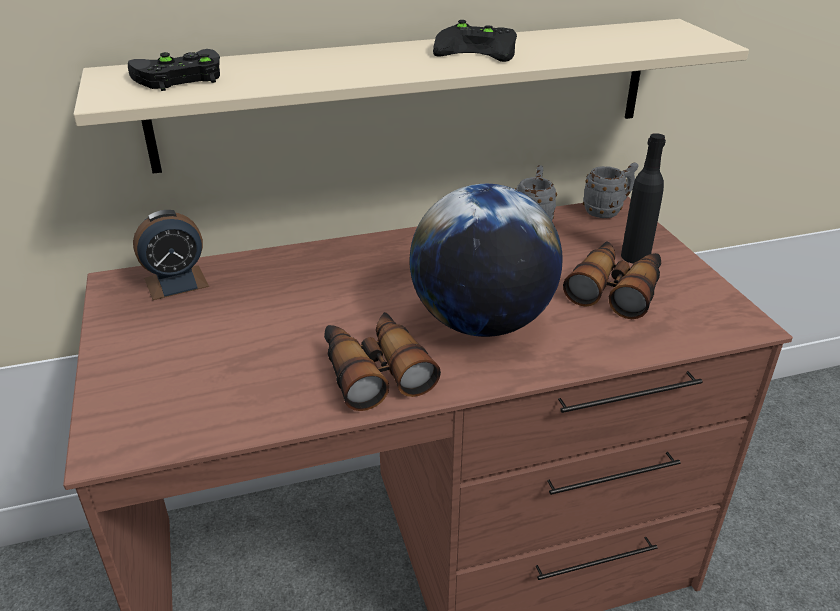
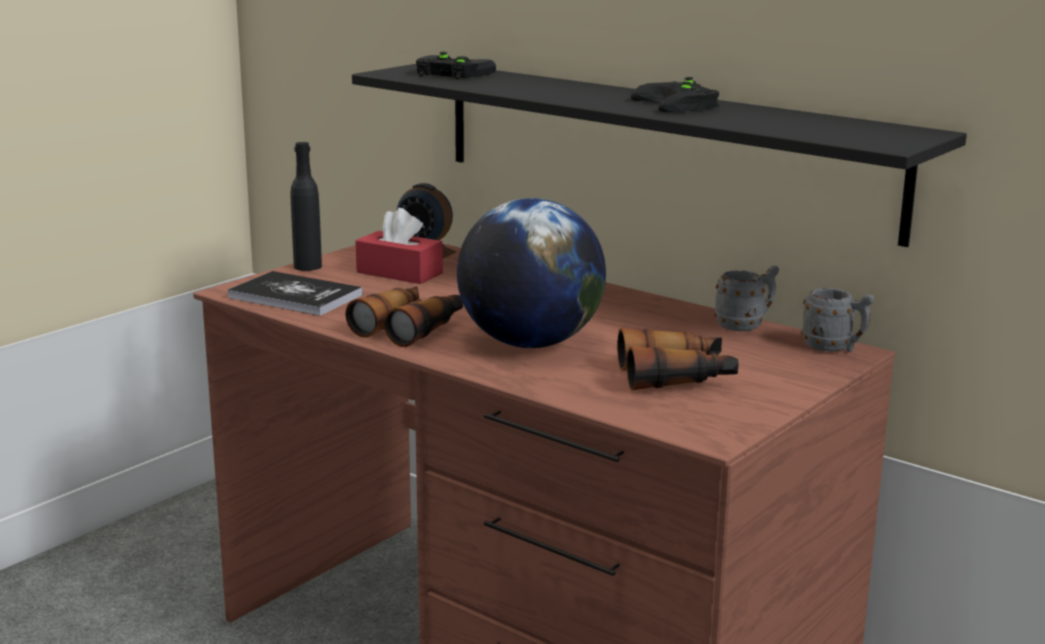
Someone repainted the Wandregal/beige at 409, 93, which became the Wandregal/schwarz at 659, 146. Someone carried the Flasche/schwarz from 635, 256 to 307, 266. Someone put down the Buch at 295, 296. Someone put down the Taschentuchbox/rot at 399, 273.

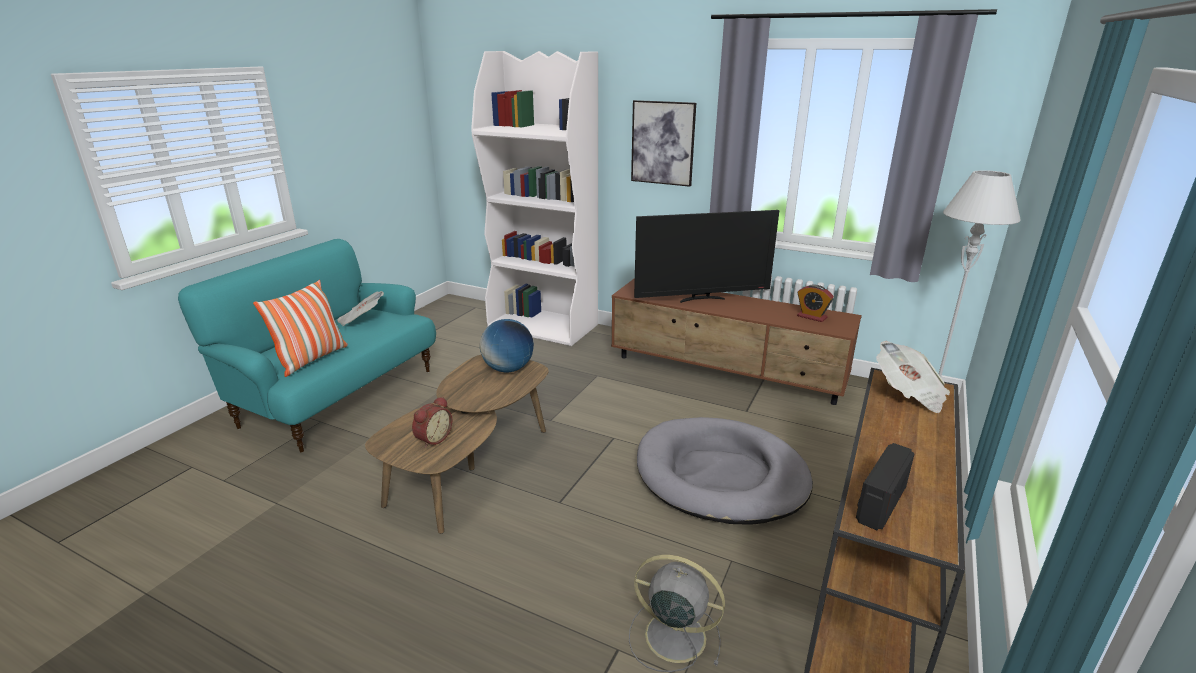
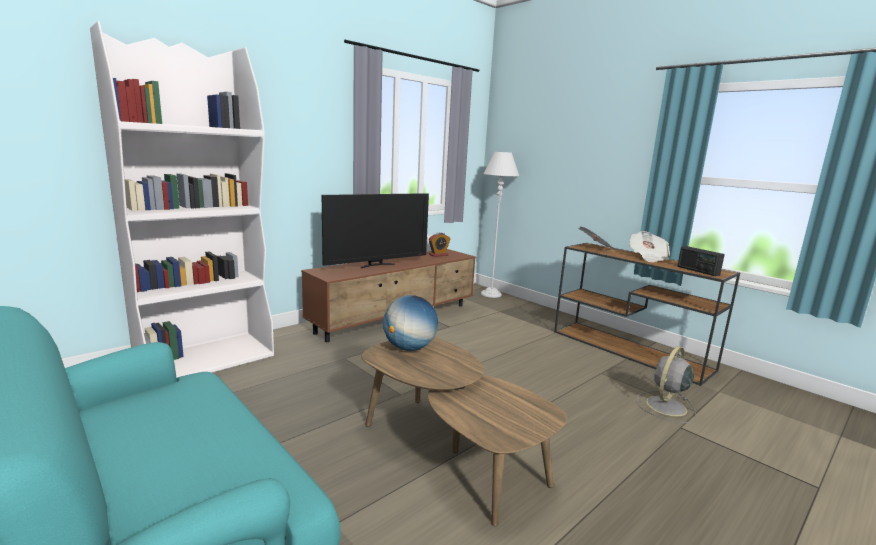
Someone took away the Kissen at 311, 359. Someone carried the Zeitung from 361, 320 to 647, 258. Someone took away the Wecker at 432, 439. Someone took away the Bild at 663, 143. Someone rotated the Fernseher at 701, 299 by 45 degrees clockwise. Someone took away the Hundebett/grau at 720, 475.

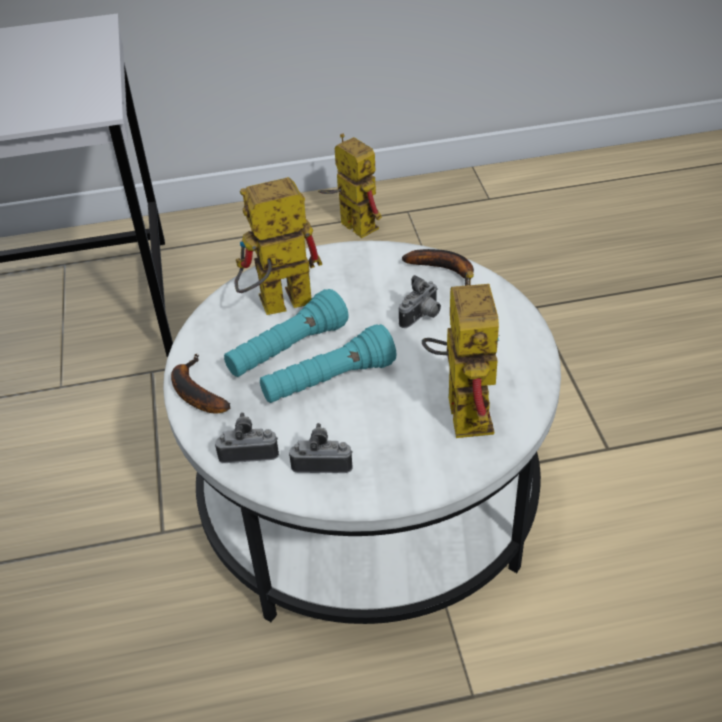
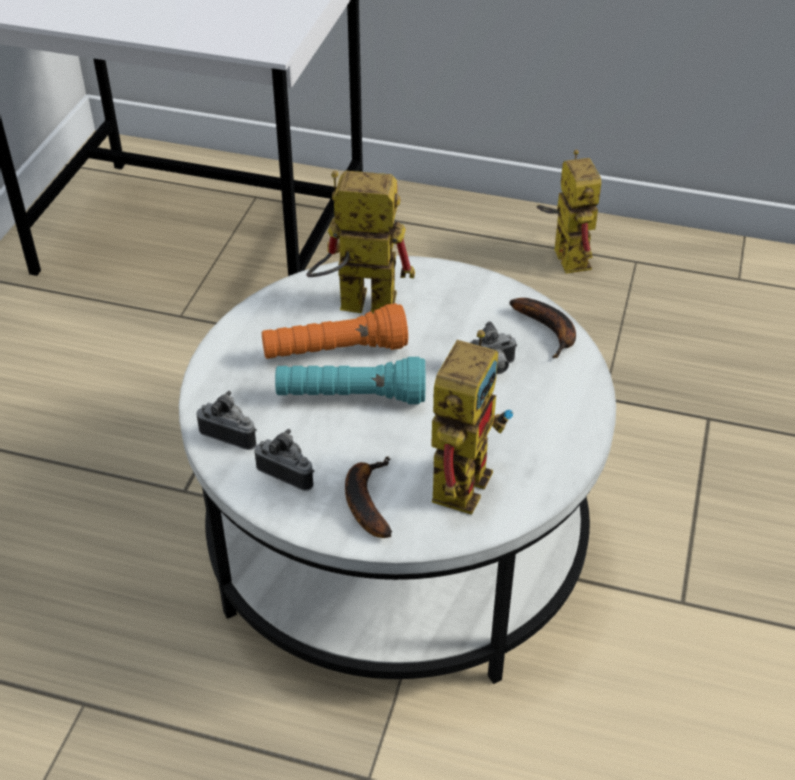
Someone carried the Banane from 194, 392 to 365, 500. Someone repainted the Taschenlampe/türkis at 287, 350, which became the Taschenlampe/orange at 335, 352.

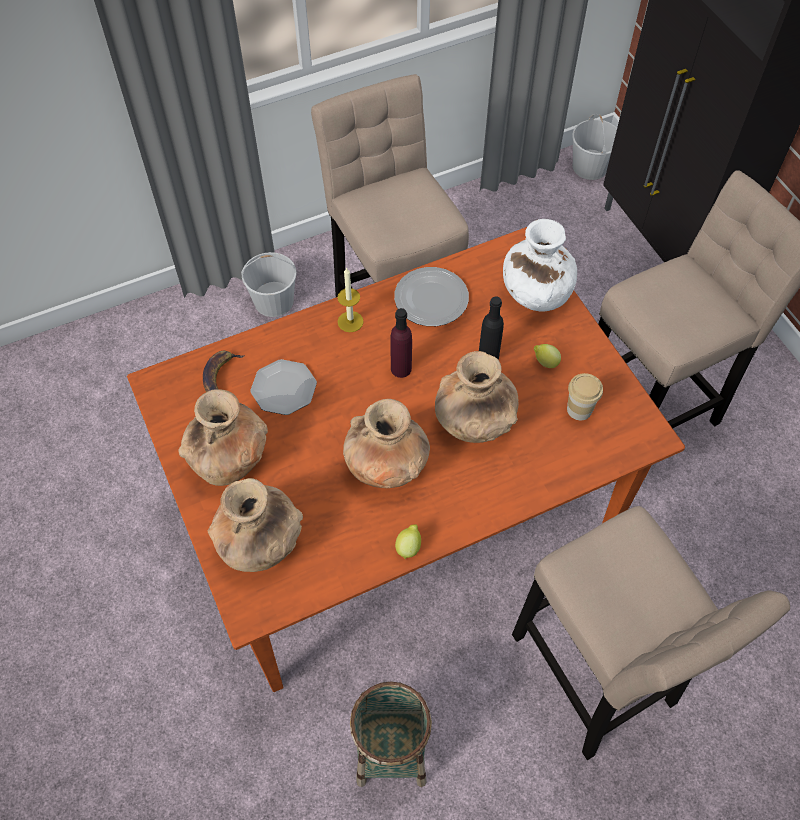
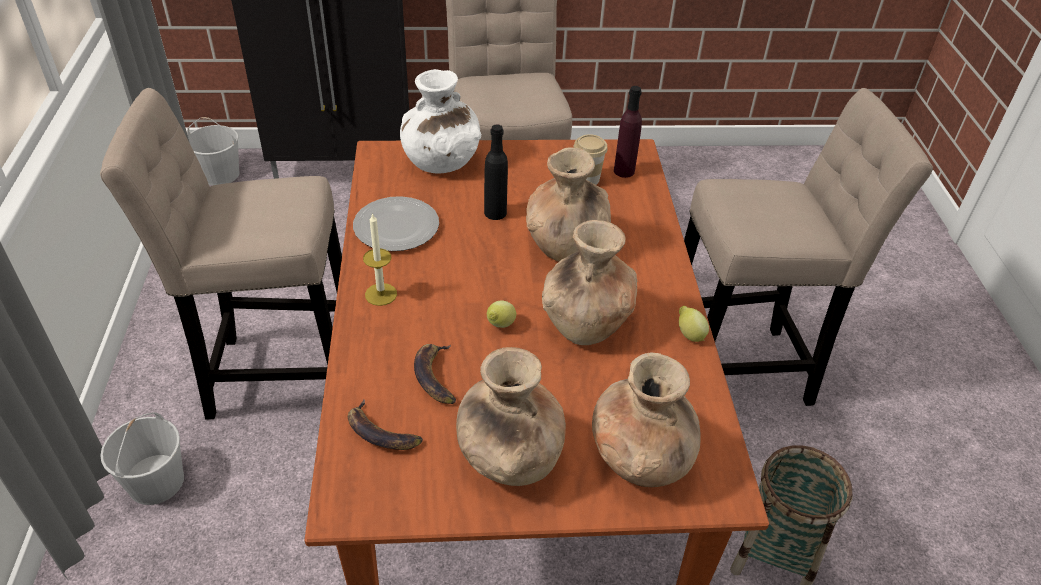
Someone swapped the Teller at 284, 388 for the Banane at 435, 376. Someone carried the Flasche/lila from 401, 369 to 624, 171. Someone carried the Zitrone from 545, 362 to 500, 325.

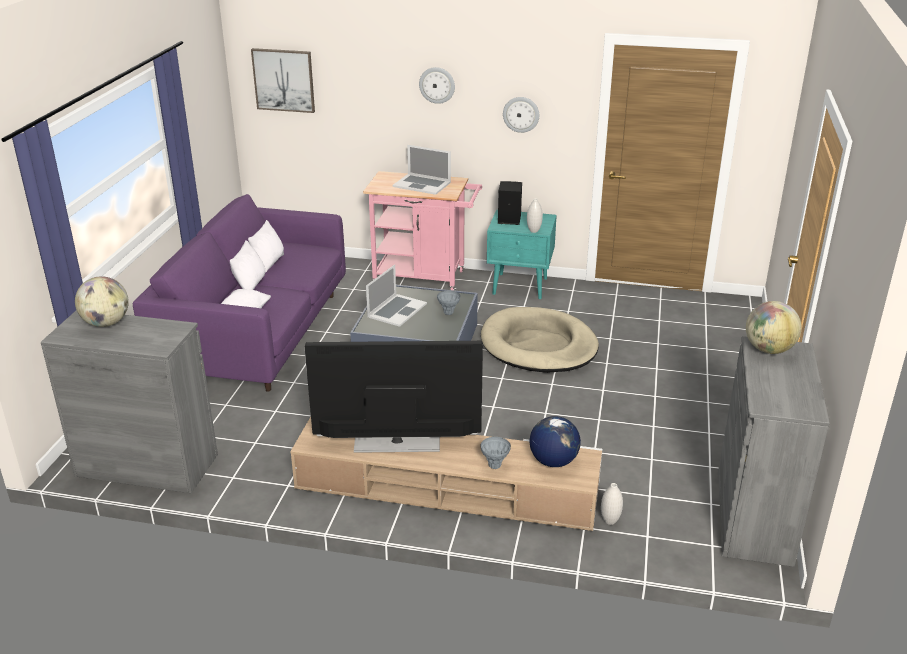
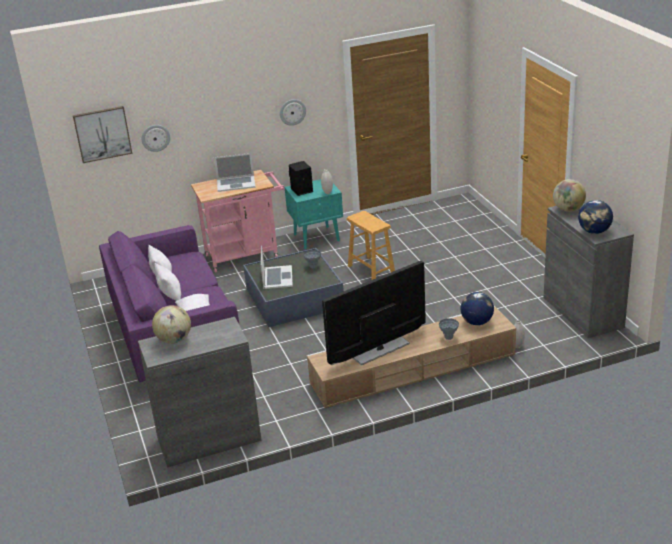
Someone carried the Wanduhr from 437, 85 to 155, 137. Someone swapped the Hundebett/beige at 538, 345 for the Hocker/braun at 371, 269. Someone put down the Globus at 594, 231.

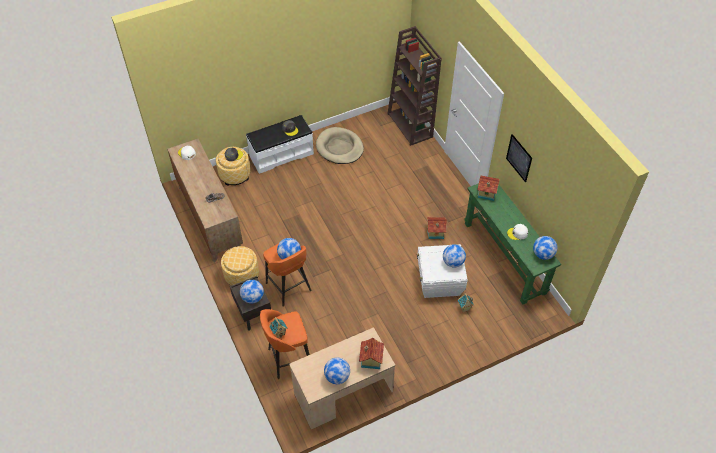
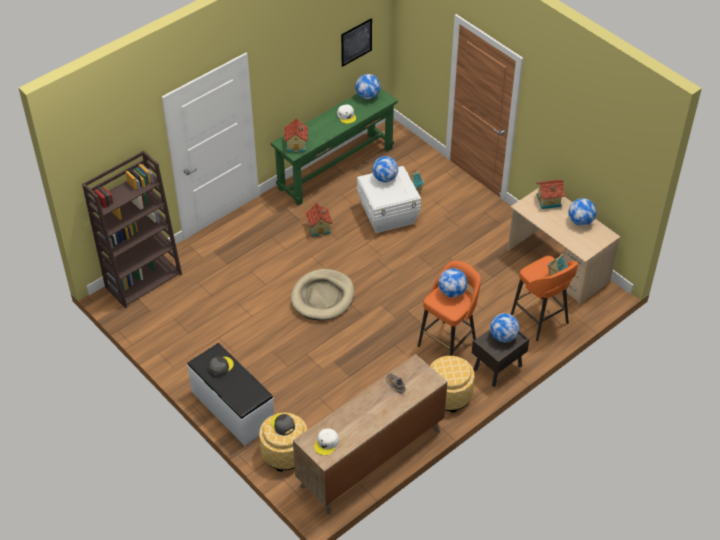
Someone carried the Hundebett/beige from 339, 147 to 323, 297. Someone carried the Bild from 519, 158 to 356, 42.

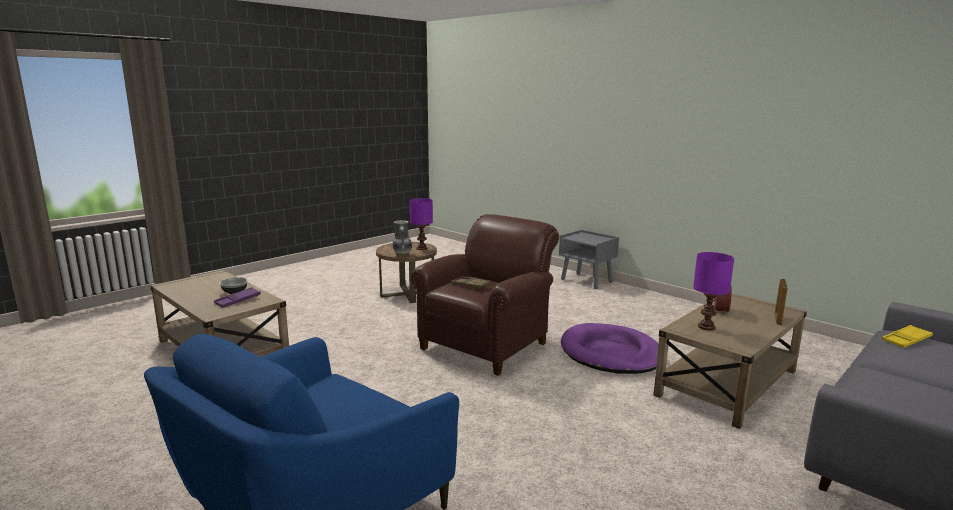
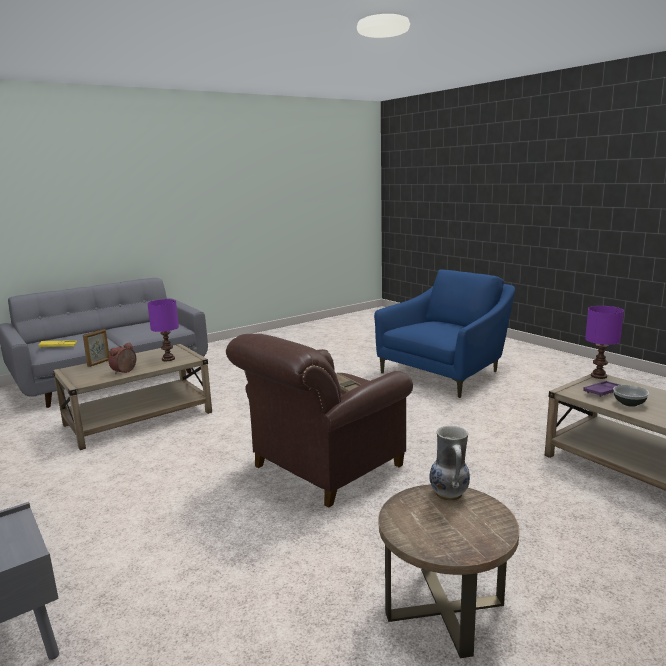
Someone carried the Tischlampe/lila from 422, 248 to 599, 376. Someone took away the Hundebett/lila at 611, 353.

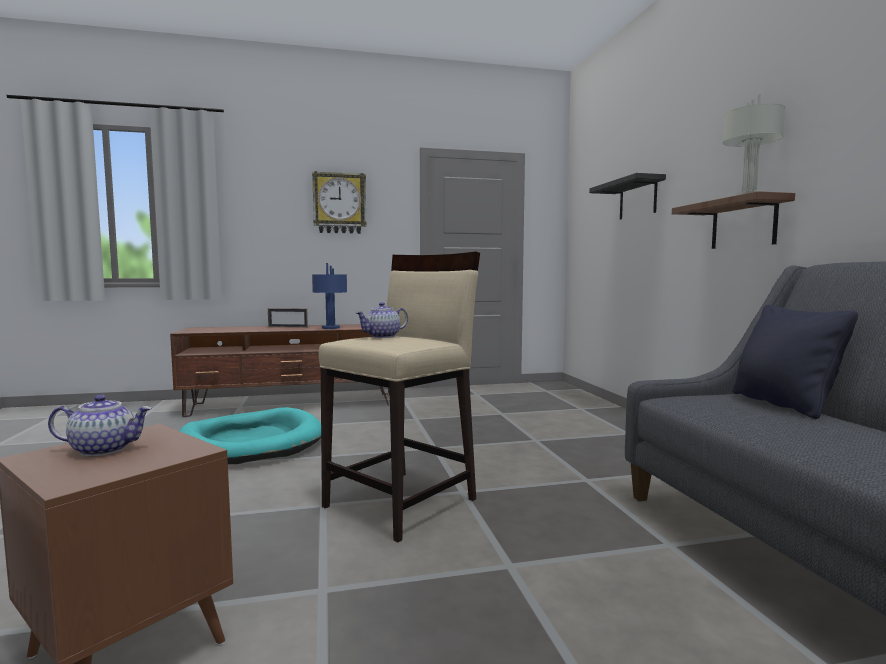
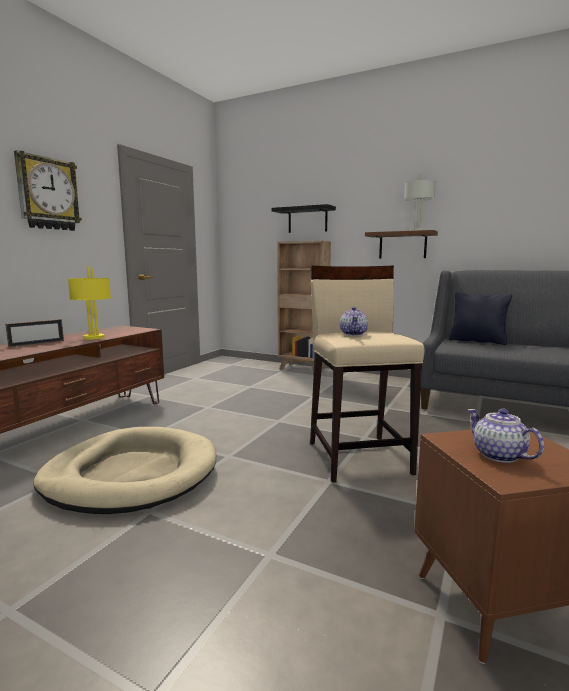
Someone rotated the Teekanne at 104, 449 by 60 degrees counterclockwise. Someone repainted the Hundebett/türkis at 251, 442, which became the Hundebett/beige at 131, 475. Someone repainted the Tischlampe/blau at 330, 328, which became the Tischlampe/gelb at 93, 337. Someone put down the Bücherregal/braun at 303, 369.

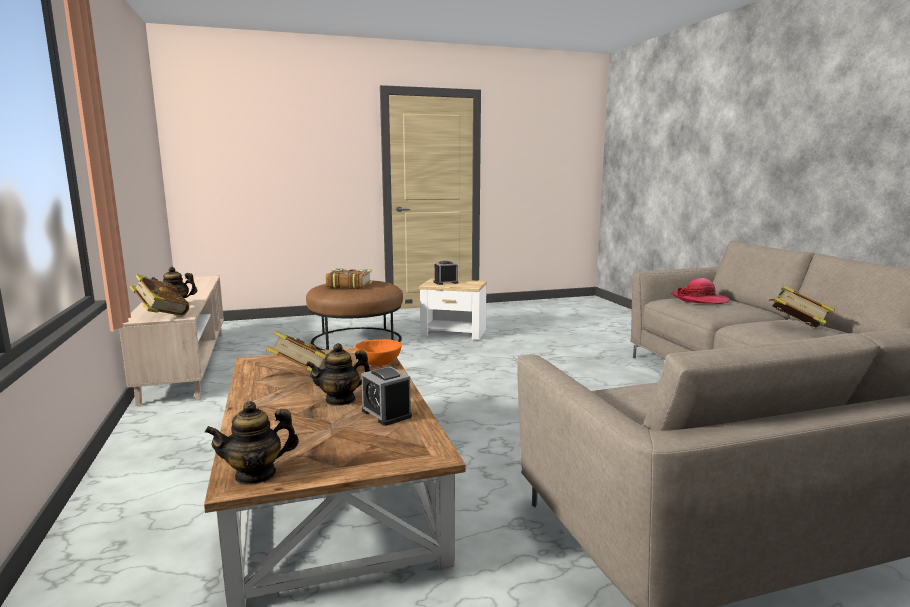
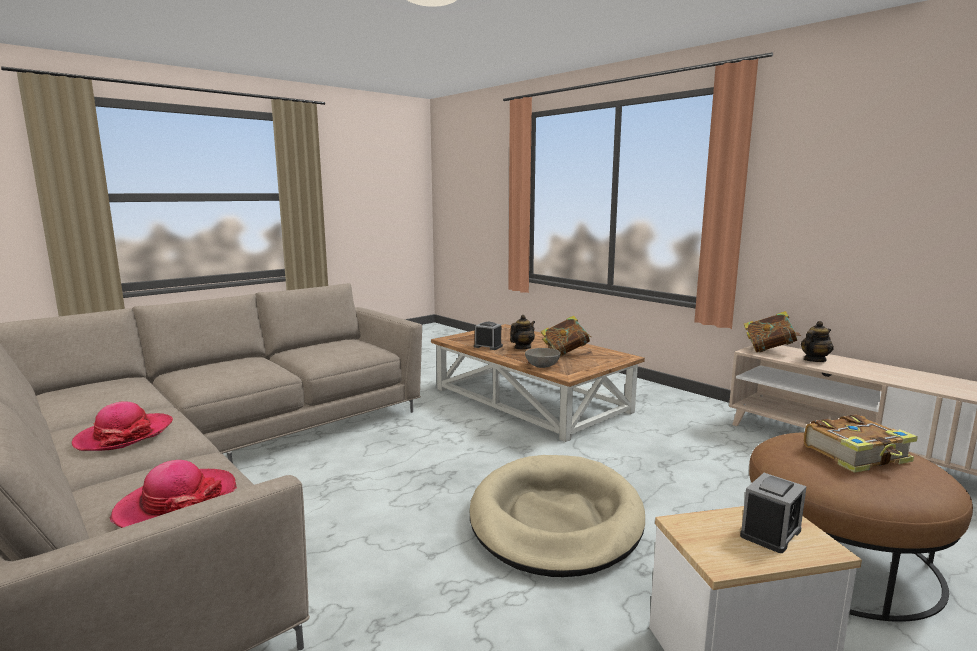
Someone took away the Teekanne at 256, 474. Someone repainted the Schüssel/orange at 378, 364, which became the Schüssel/grau at 542, 366. Someone swapped the Buch at 796, 328 for the Hut at 124, 435. Someone put down the Hundebett/beige at 556, 519.

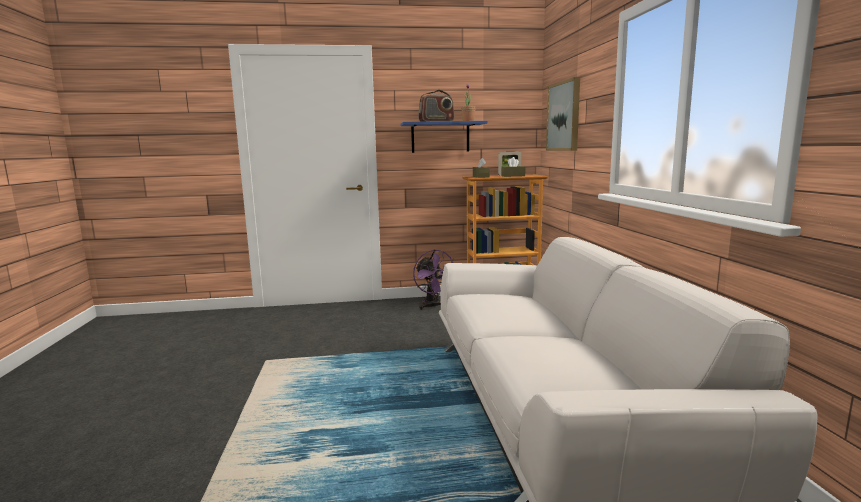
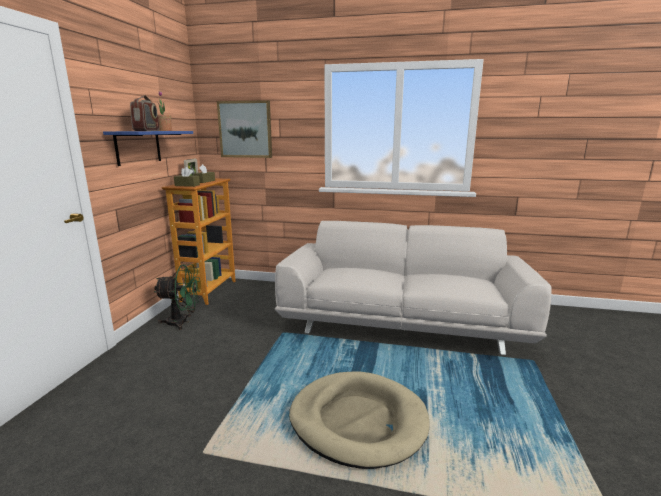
Someone repainted the Ventilator/lila at 433, 306, which became the Ventilator/grün at 182, 322. Someone put down the Hundebett/beige at 358, 421.

